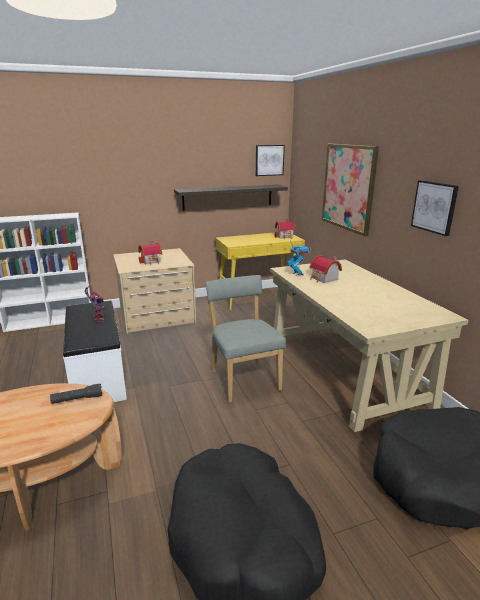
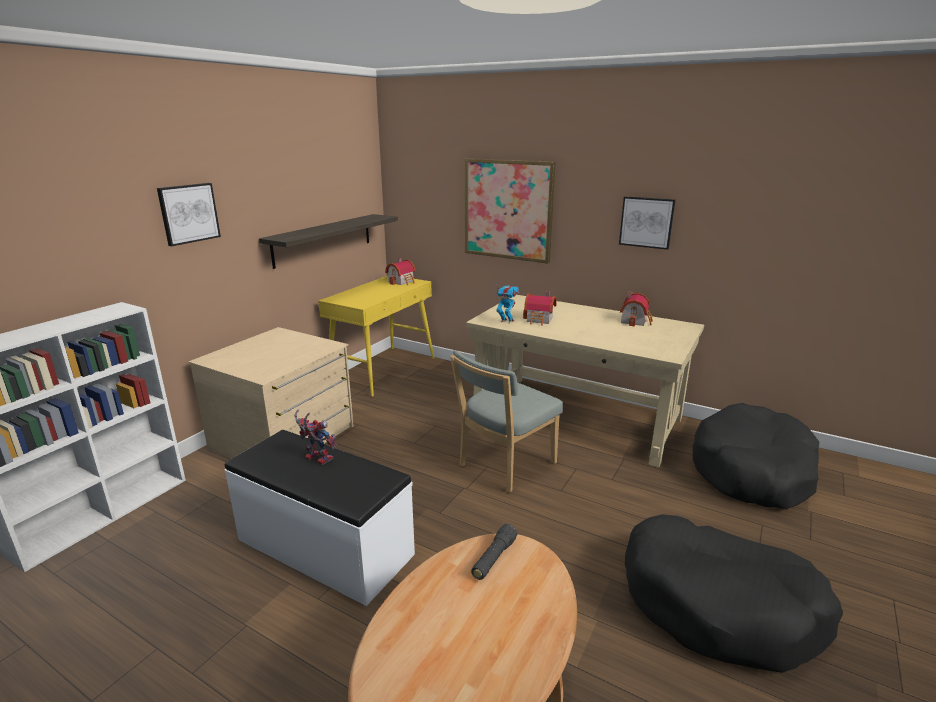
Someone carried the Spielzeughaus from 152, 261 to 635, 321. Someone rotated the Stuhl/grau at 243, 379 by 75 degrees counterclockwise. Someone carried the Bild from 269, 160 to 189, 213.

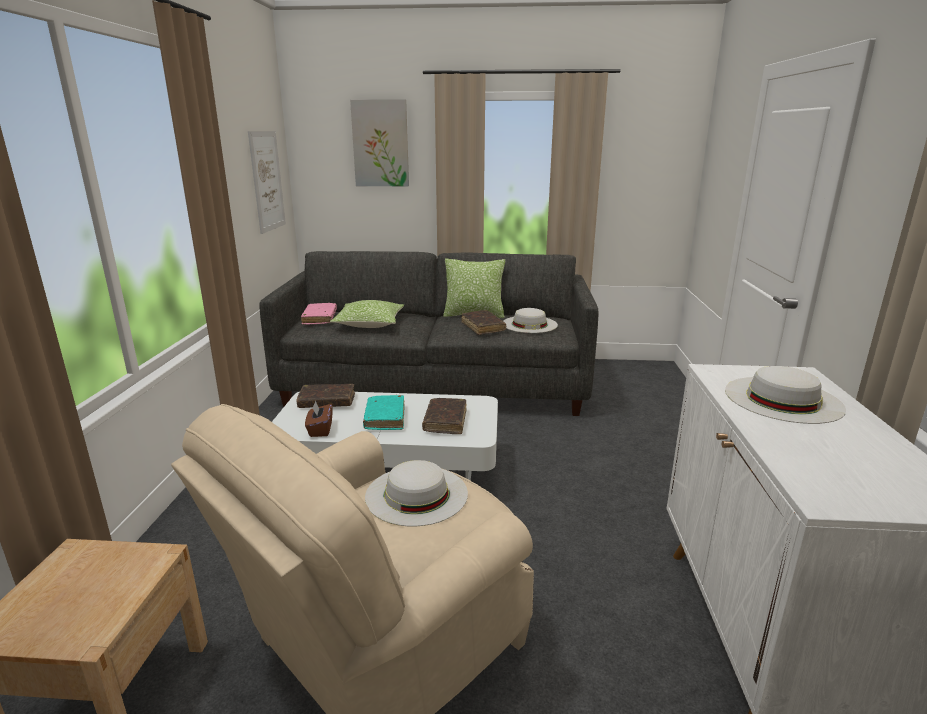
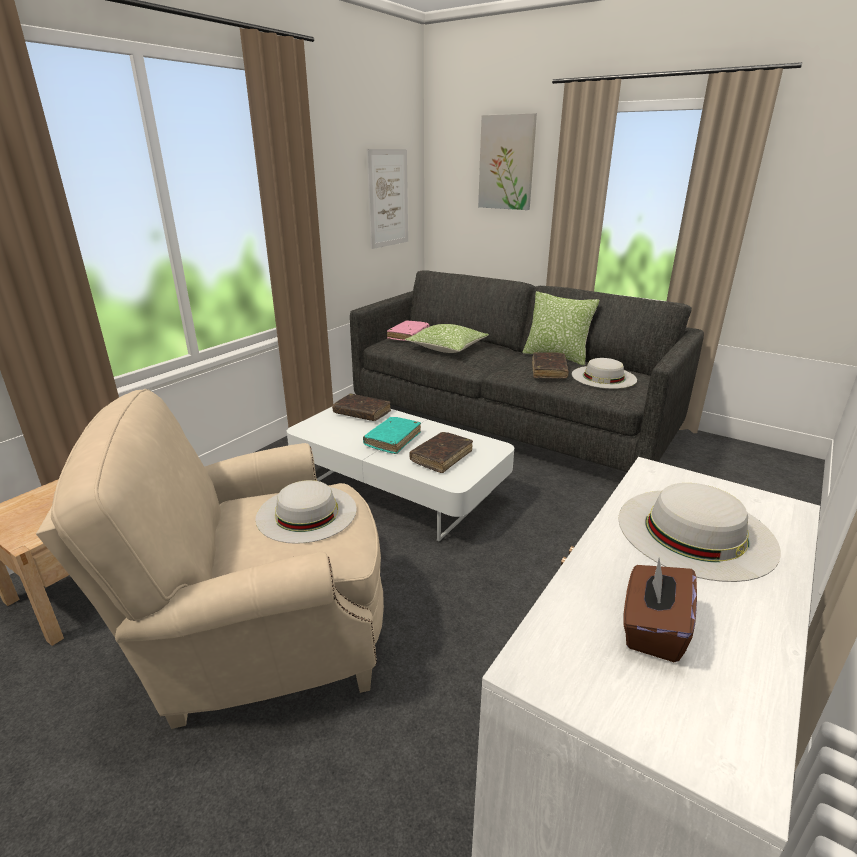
Someone carried the Taschentuchbox/braun from 320, 430 to 652, 629.

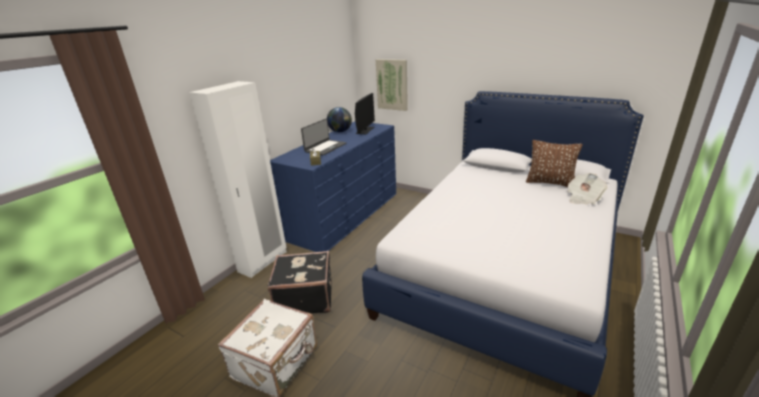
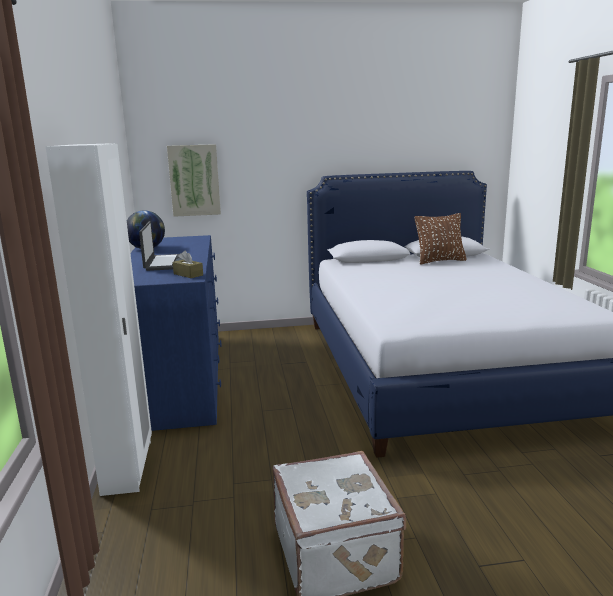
Someone took away the Koffer/schwarz at 305, 297. Someone took away the Monitor at 365, 130. Someone took away the Zeitung at 583, 198.

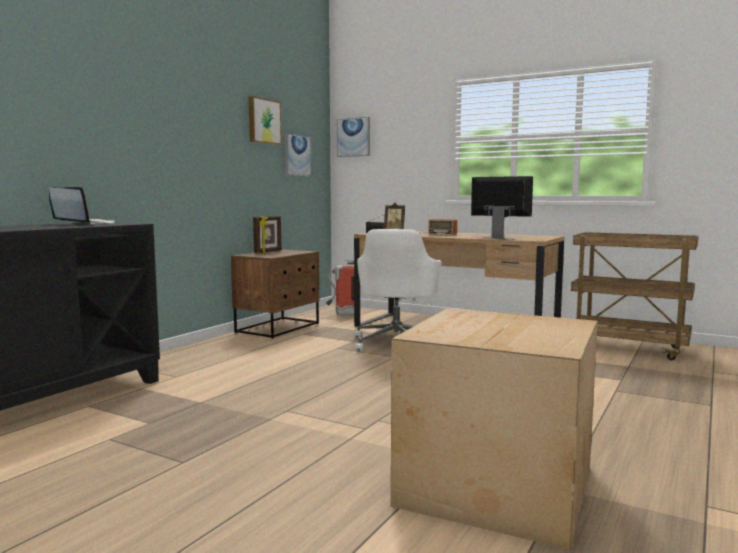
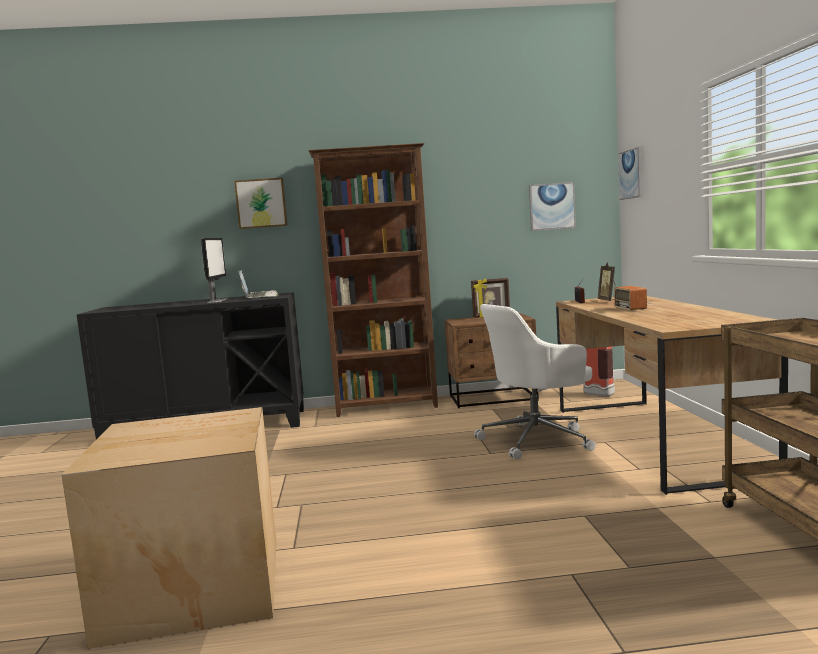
Someone carried the Bild from 263, 121 to 261, 203. Someone carried the Monitor from 499, 238 to 217, 300. Someone put down the Bücherregal/braun at 387, 407.

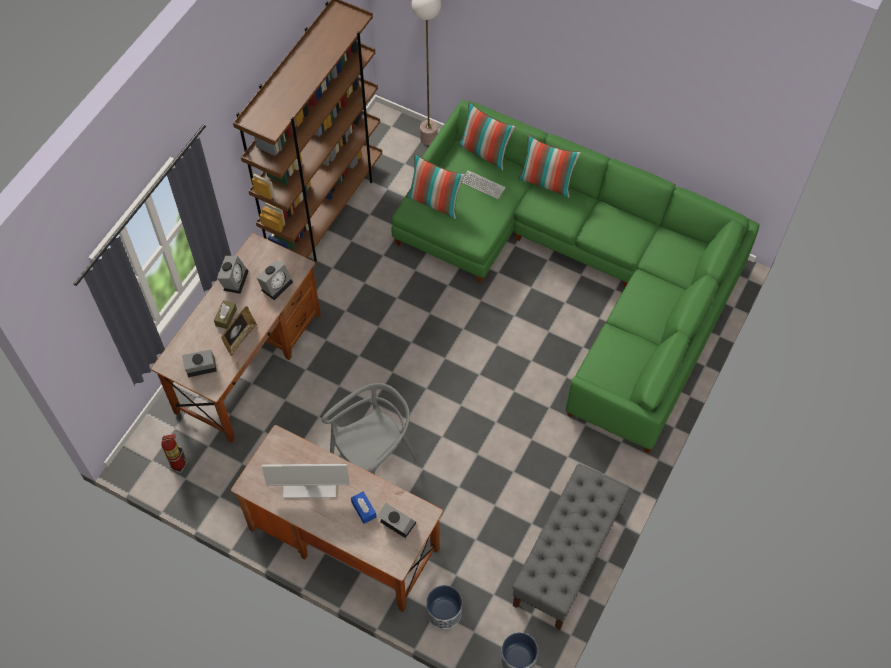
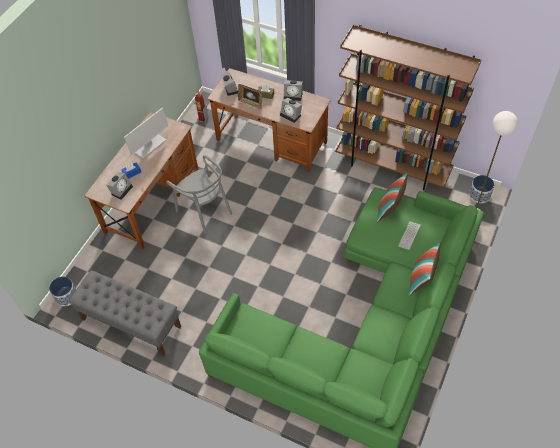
Someone rotated the Monitor at 309, 486 by 135 degrees counterclockwise. Someone carried the Pflanzkübel from 443, 612 to 479, 195. Someone took away the Kissen at 485, 152.

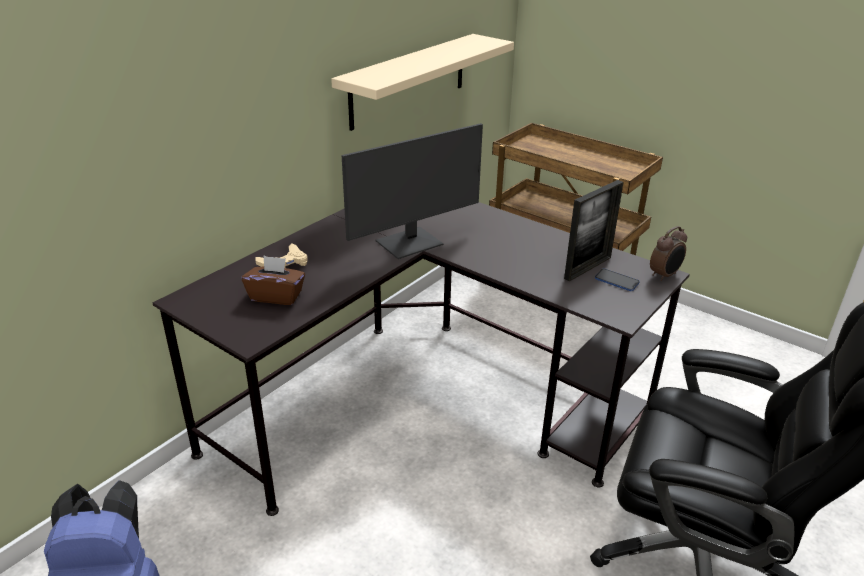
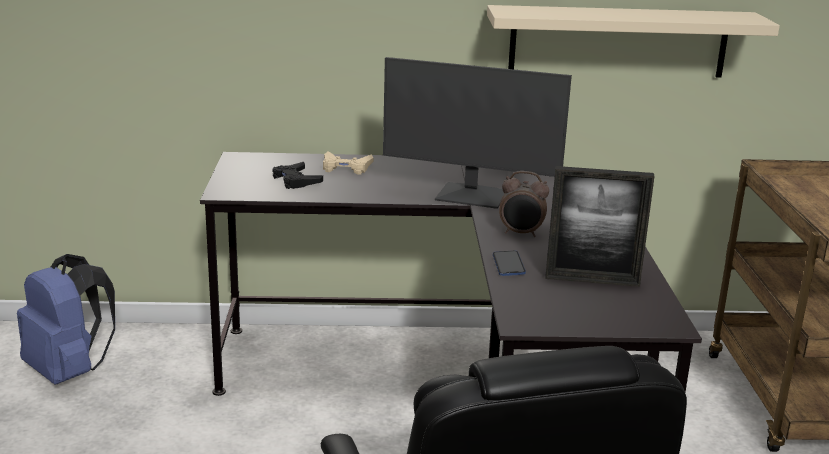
Someone swapped the Taschentuchbox/braun at 276, 296 for the Gamepad/schwarz at 296, 180. Someone carried the Handy from 616, 281 to 508, 265. Someone carried the Wecker from 665, 275 to 521, 233.

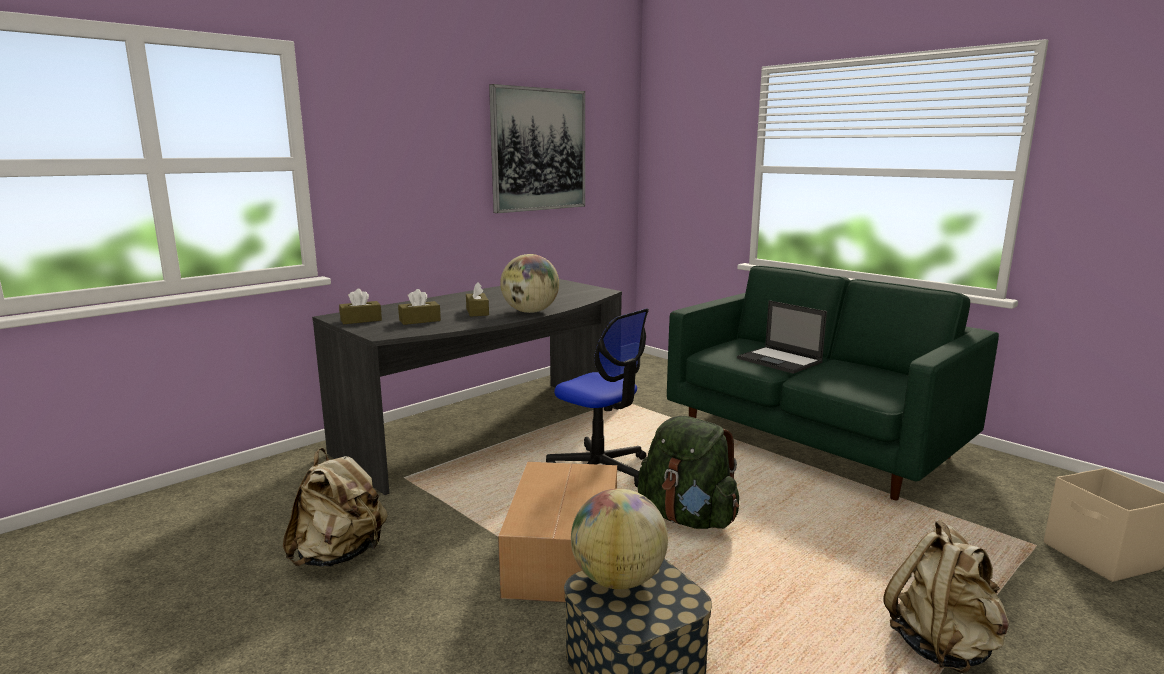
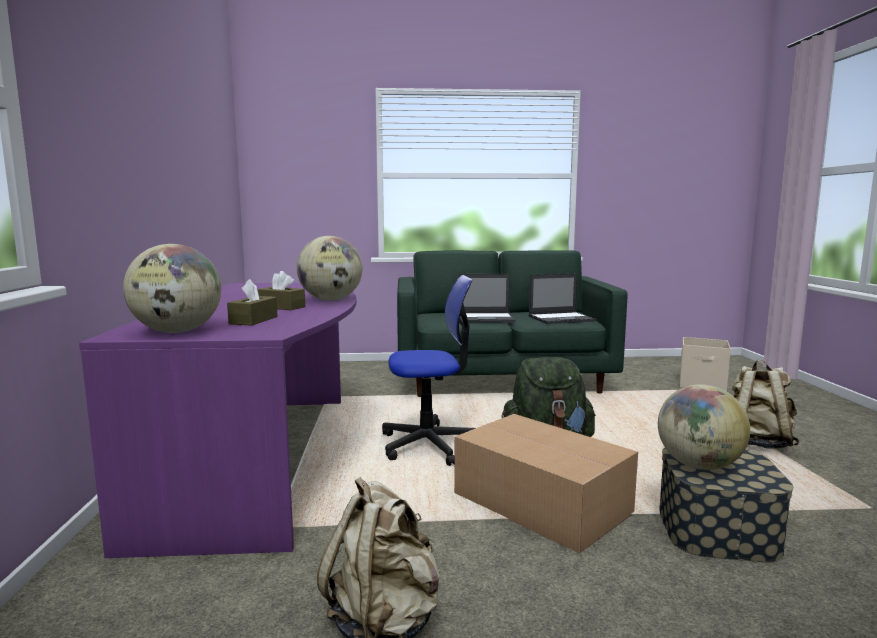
Someone repainted the Schreibtisch/grau at 490, 432, which became the Schreibtisch/lila at 268, 457. Someone swapped the Taschentuchbox/braun at 361, 320 for the Globus at 177, 332. Someone took away the Bild at 538, 150. Someone put down the Laptop at 562, 318.

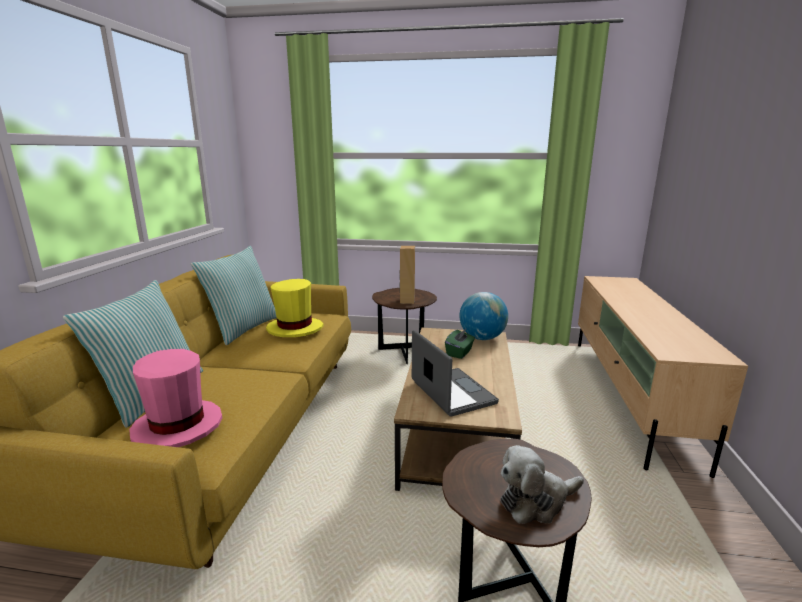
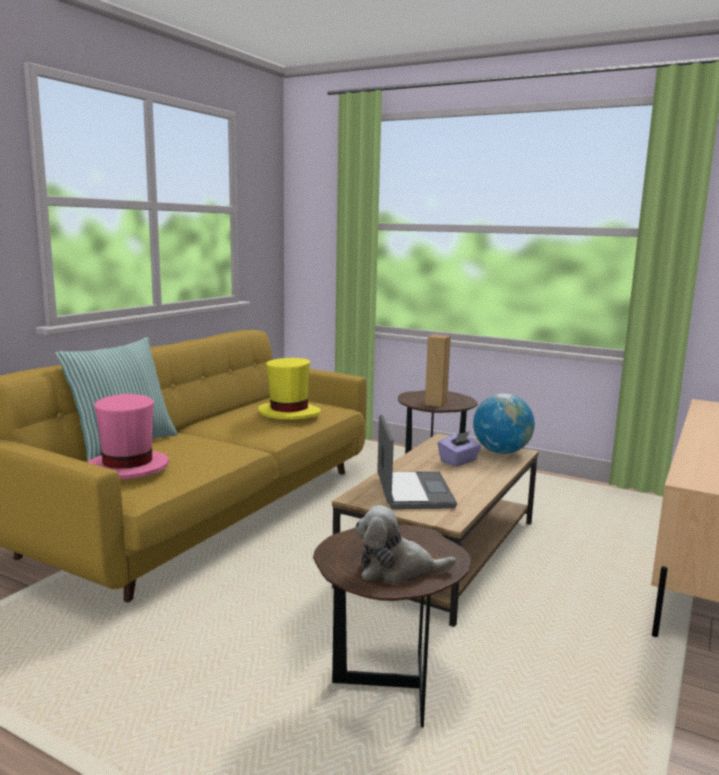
Someone took away the Kissen at 243, 328. Someone repainted the Taschentuchbox/grün at 459, 352, which became the Taschentuchbox/lila at 459, 461.

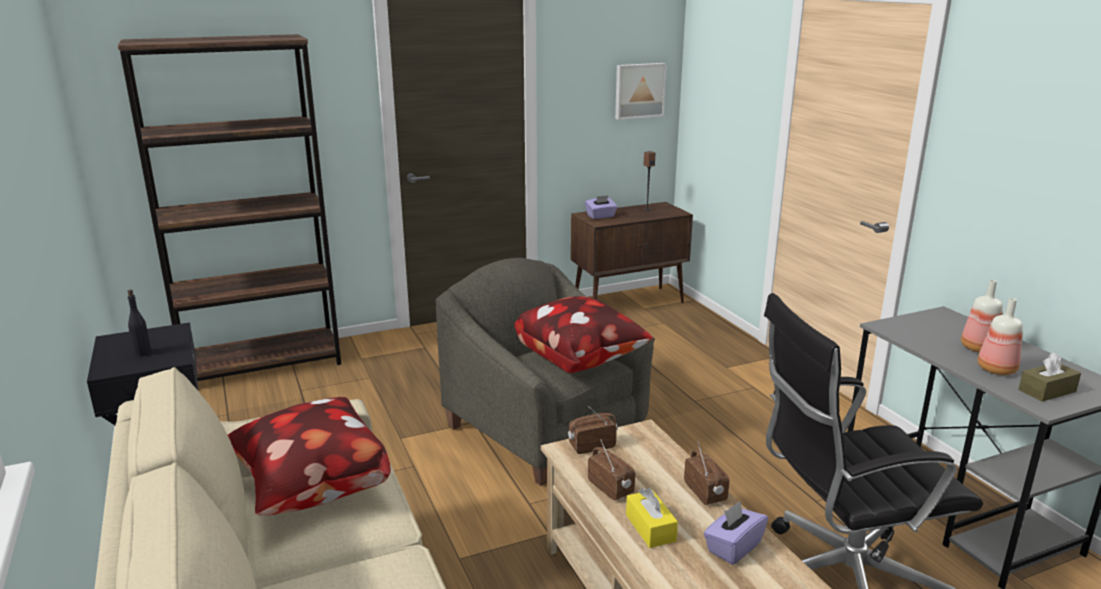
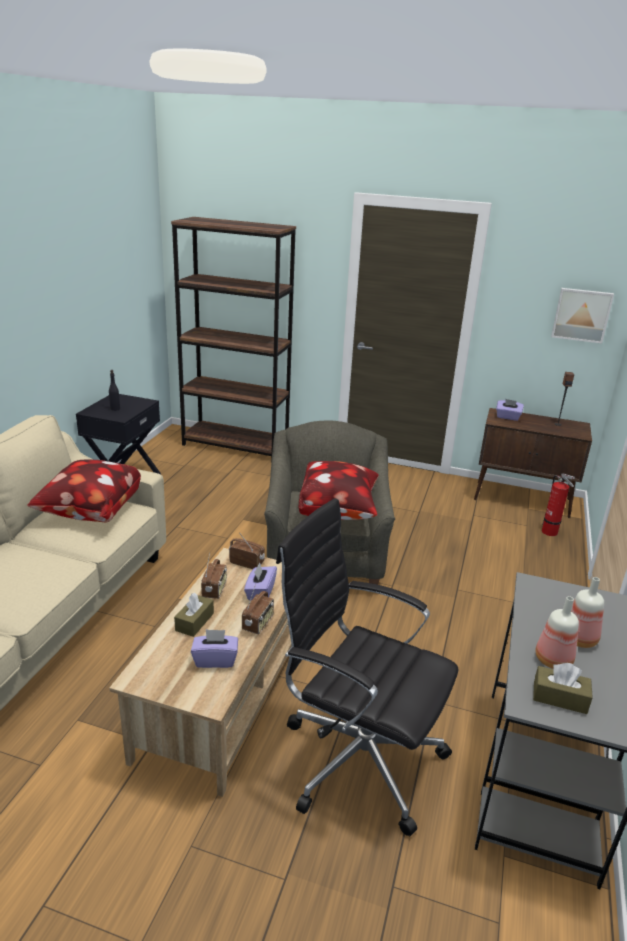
Someone repainted the Taschentuchbox/gelb at 650, 528, which became the Taschentuchbox/braun at 194, 622. Someone put down the Taschentuchbox/lila at 260, 592. Someone put down the Feuerlöscher at 551, 533.

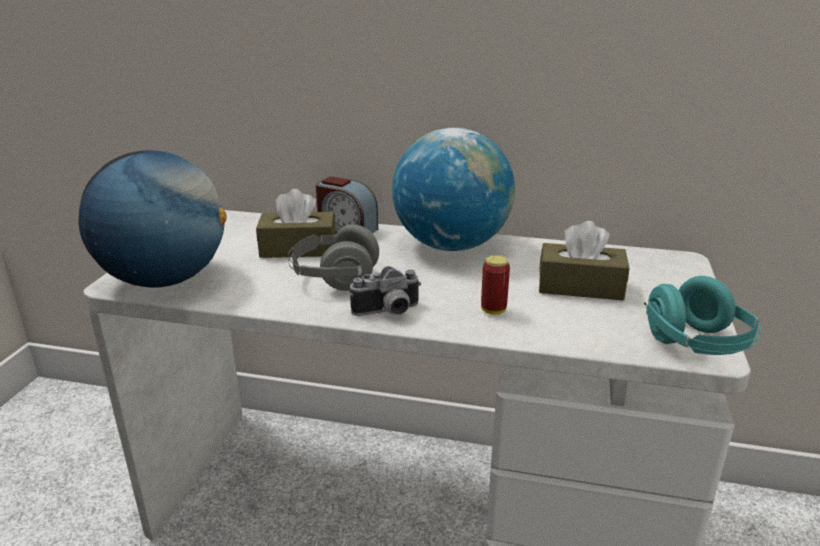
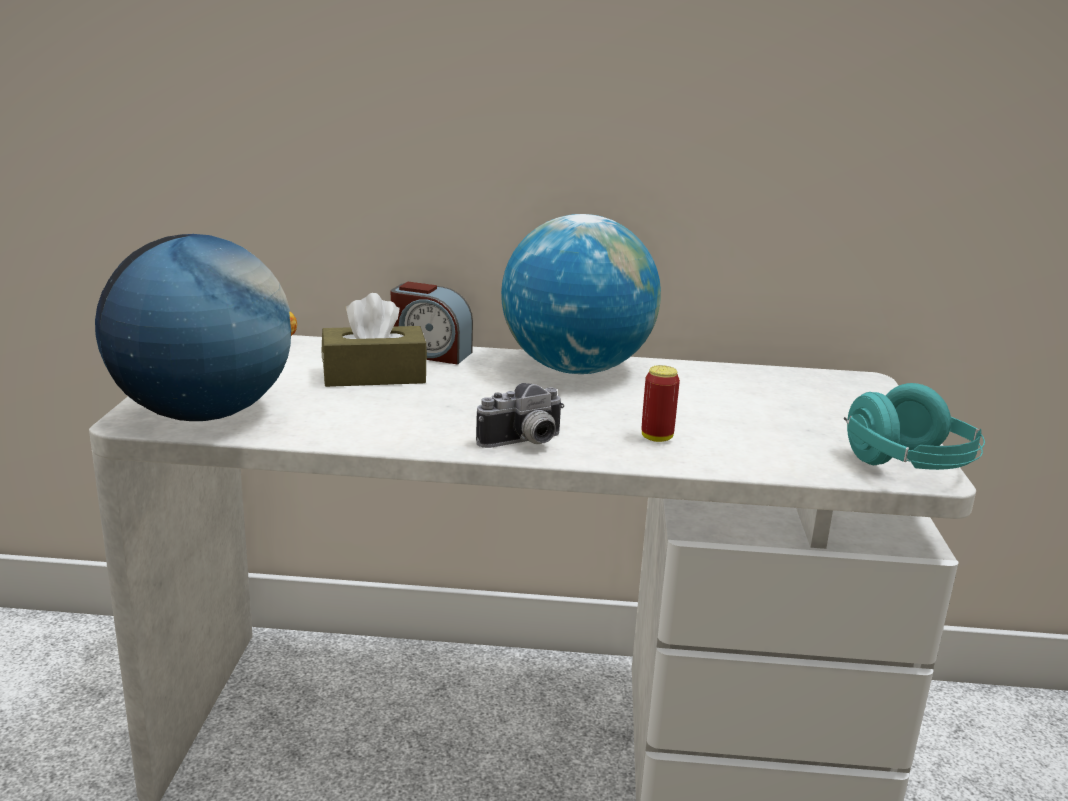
Someone took away the Kopfhörer/grau at 334, 278. Someone took away the Taschentuchbox/braun at 580, 286.

